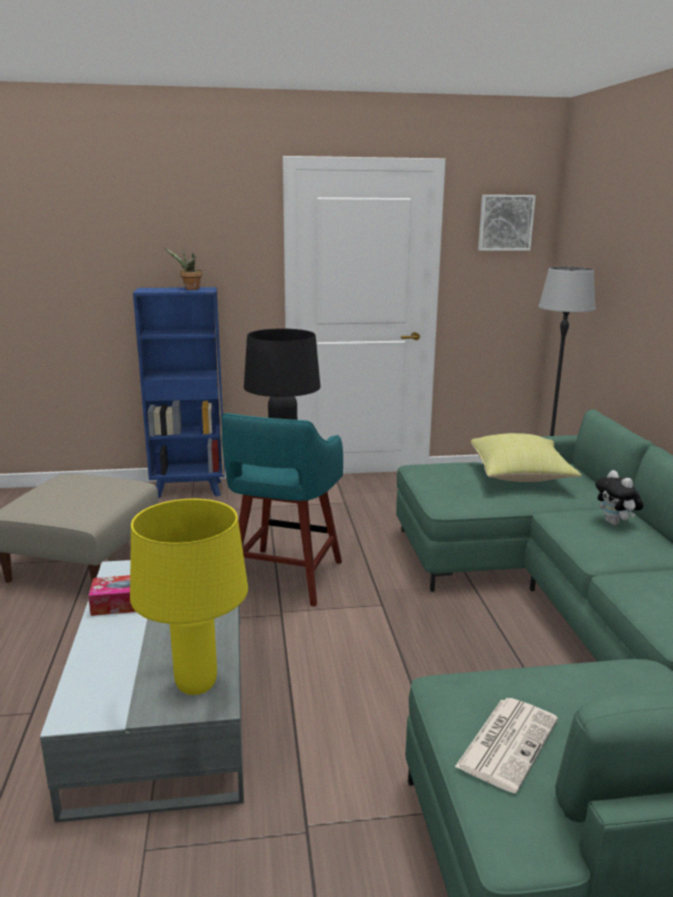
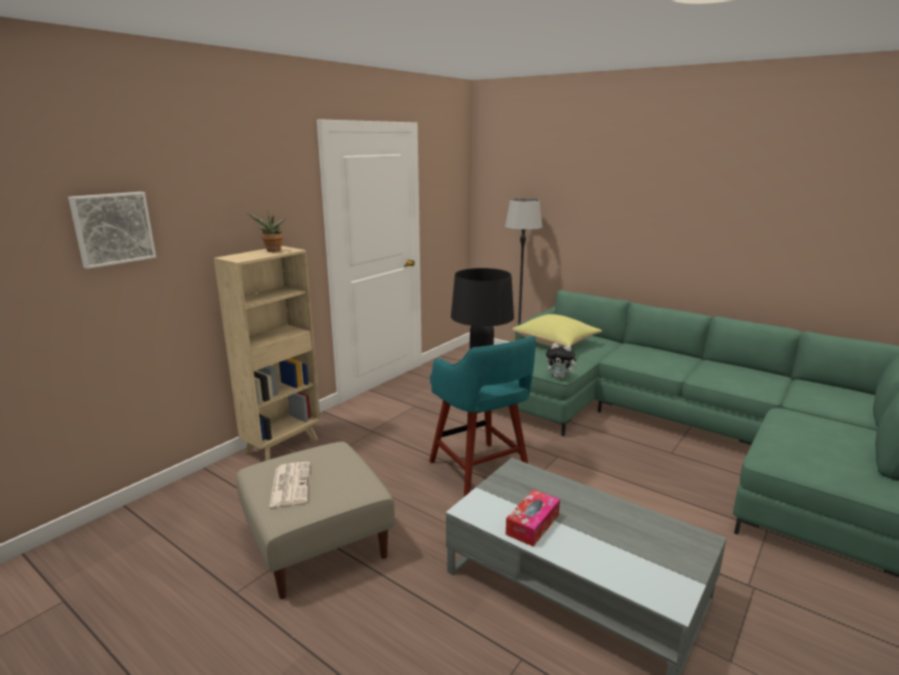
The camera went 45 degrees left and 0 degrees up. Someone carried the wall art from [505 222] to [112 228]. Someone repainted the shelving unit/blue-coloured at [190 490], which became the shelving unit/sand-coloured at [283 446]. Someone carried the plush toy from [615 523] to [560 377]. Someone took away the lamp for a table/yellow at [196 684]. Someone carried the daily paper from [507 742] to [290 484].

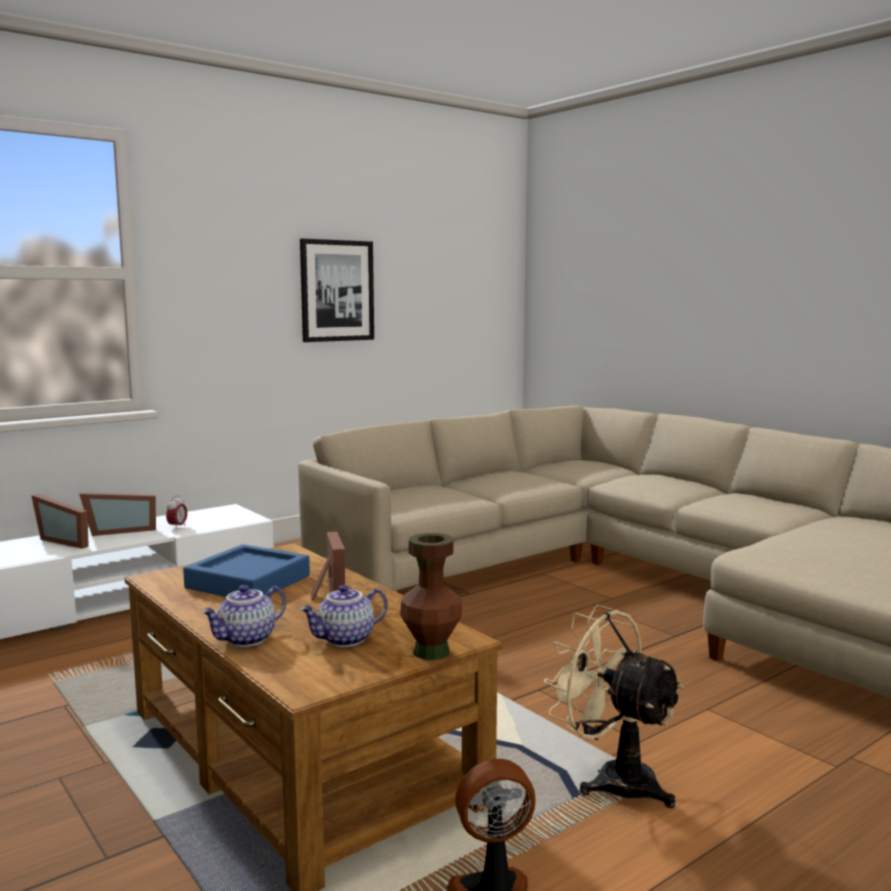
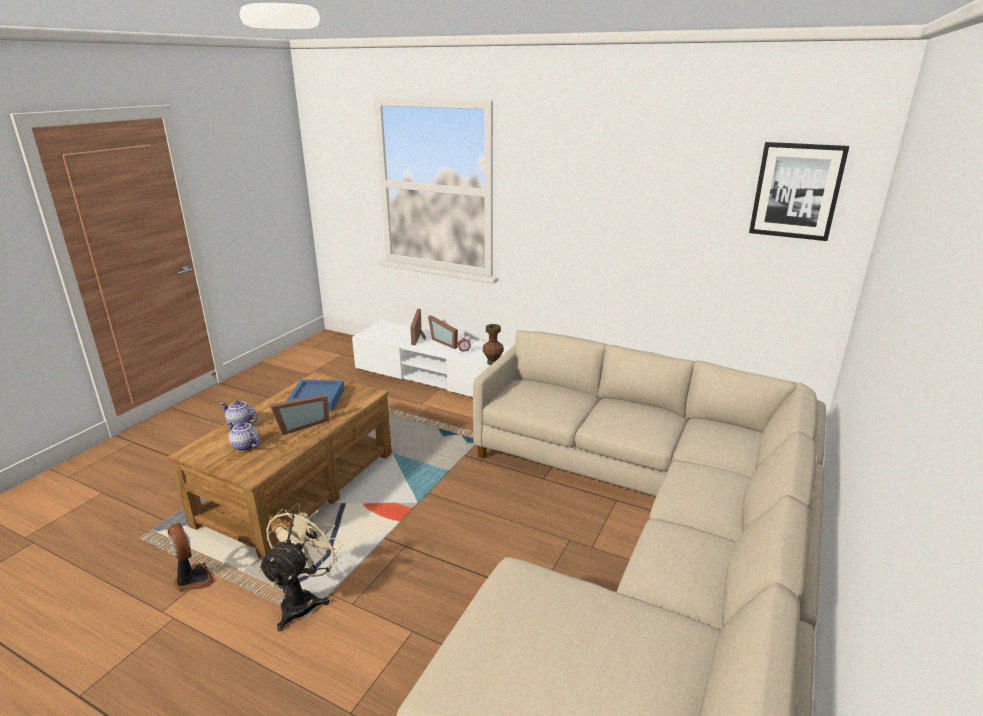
The camera went 65 degrees right and 15 degrees up. Someone carried the wall art from [337 291] to [796 191]. Someone carried the decorative vase/brown-coloured from [431 652] to [493 362].

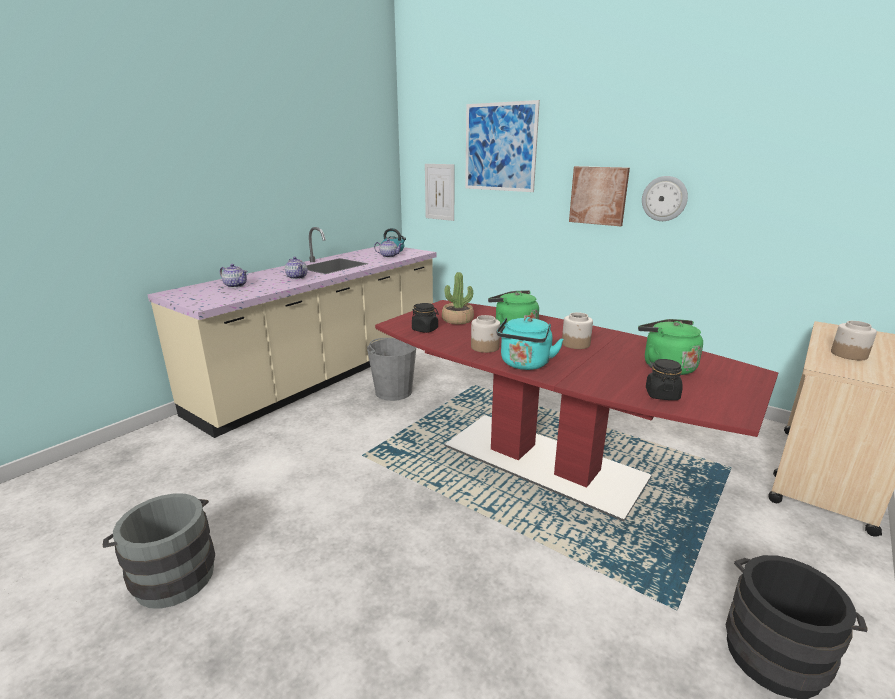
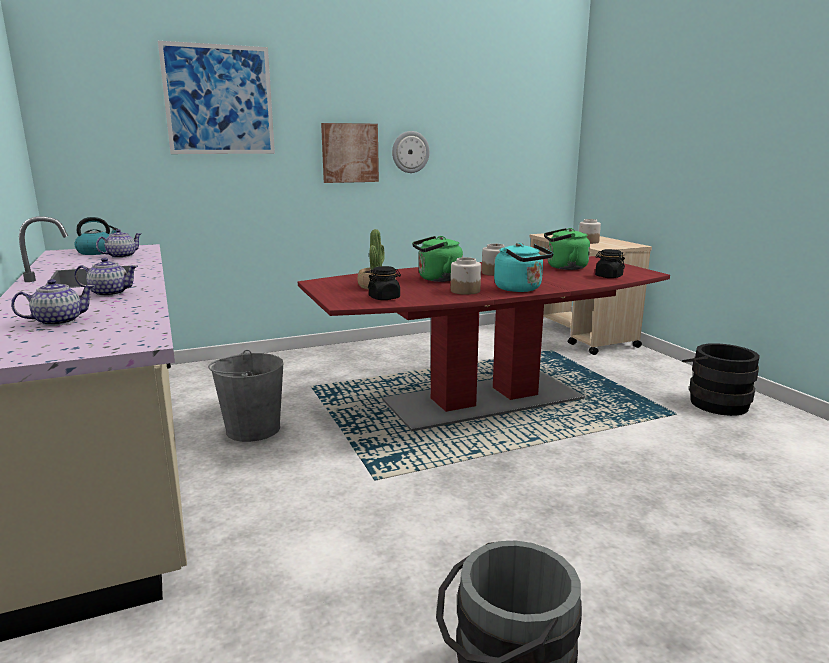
The camera went 60 degrees left and 5 degrees down. Someone took away the wall art at [439 192].

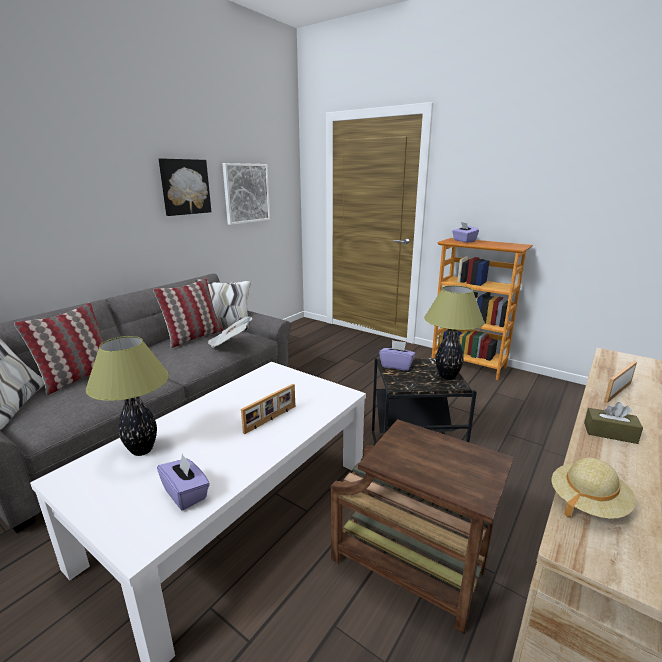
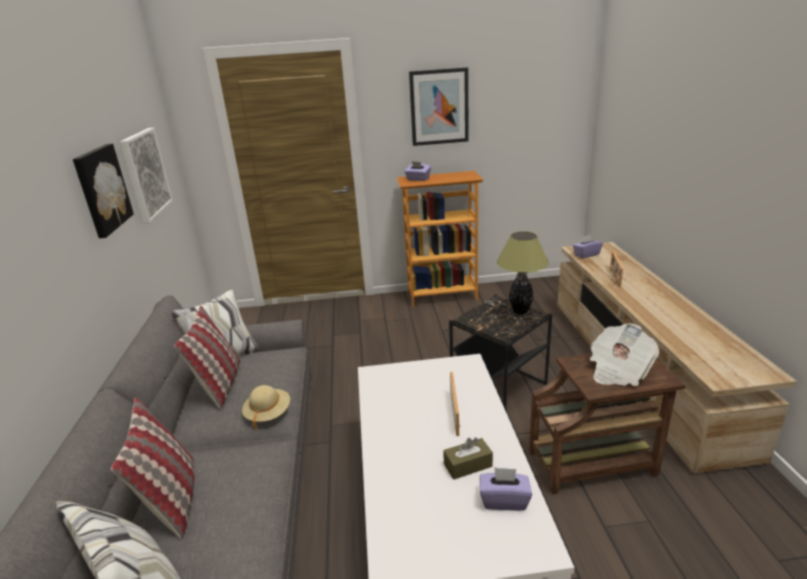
The camera went 40 degrees left and 5 degrees up. Someone carried the daily paper from [230 343] to [618 370]. Someone took away the lamp for a table at [142 450]. Someone carried the box of tissues/purplish from [396 365] to [586 254]. Someone carried the box of tissues/brown-coloured from [609 433] to [468 465]. Someone carried the hat/sand-coloured from [587 503] to [268 414]. Someone put up the wall art at [439 107].

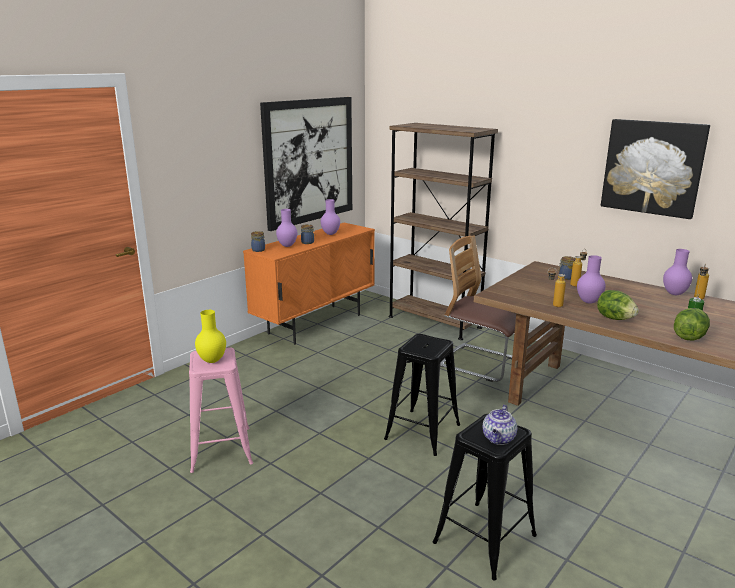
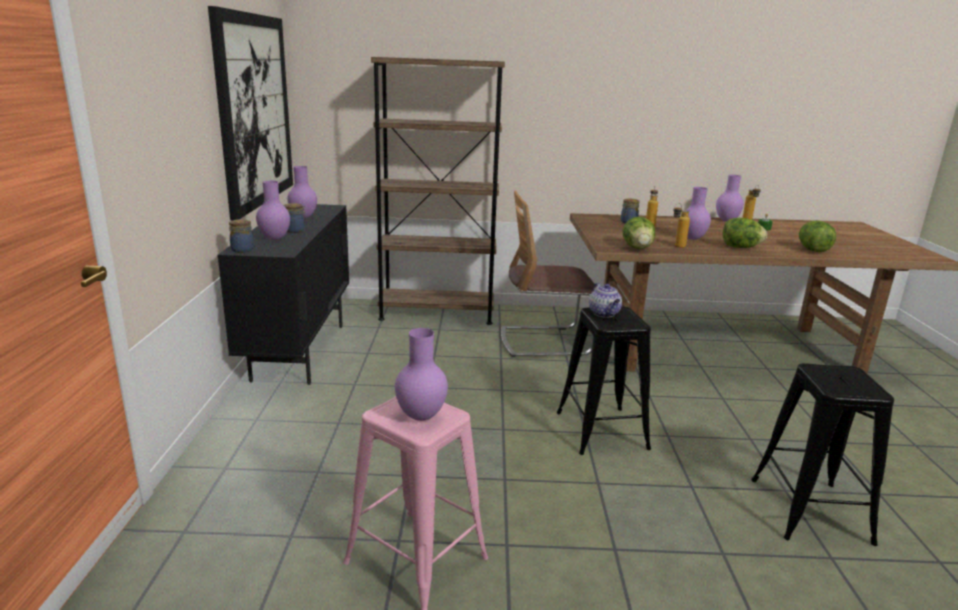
The camera went 40 degrees left and 0 degrees up. Someone took away the wall art at [652 167]. Someone repainted the cupboard/orange at [315 324], which became the cupboard/blackish at [300 351]. Someone repainted the decorative vase/yellow at [213 360], which became the decorative vase/purplish at [421 416]. Someone carried the tea pot from [499 439] to [604 314]. Someone put down the lettuce head at [637 248].

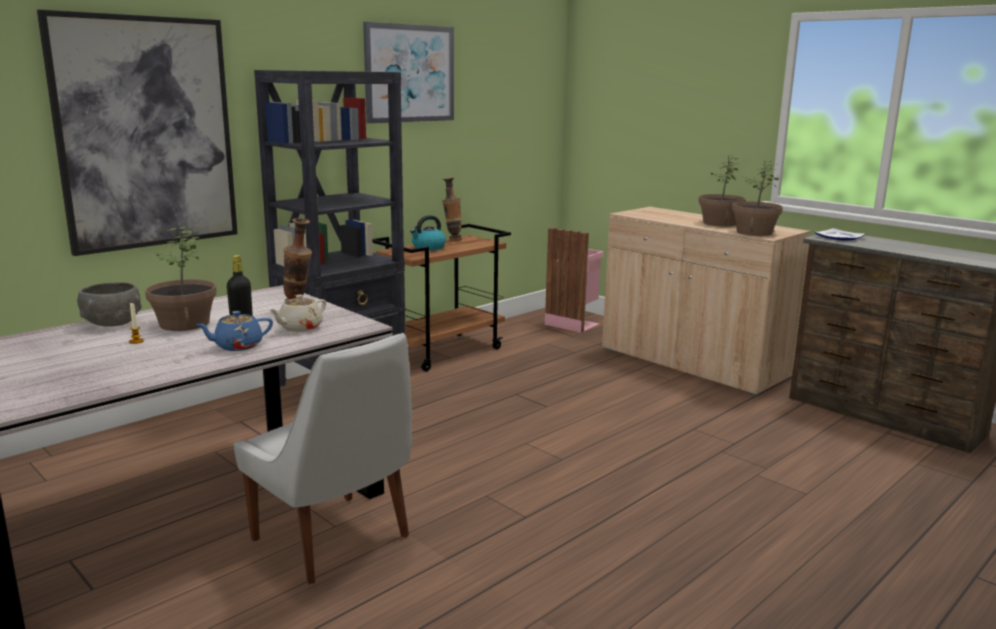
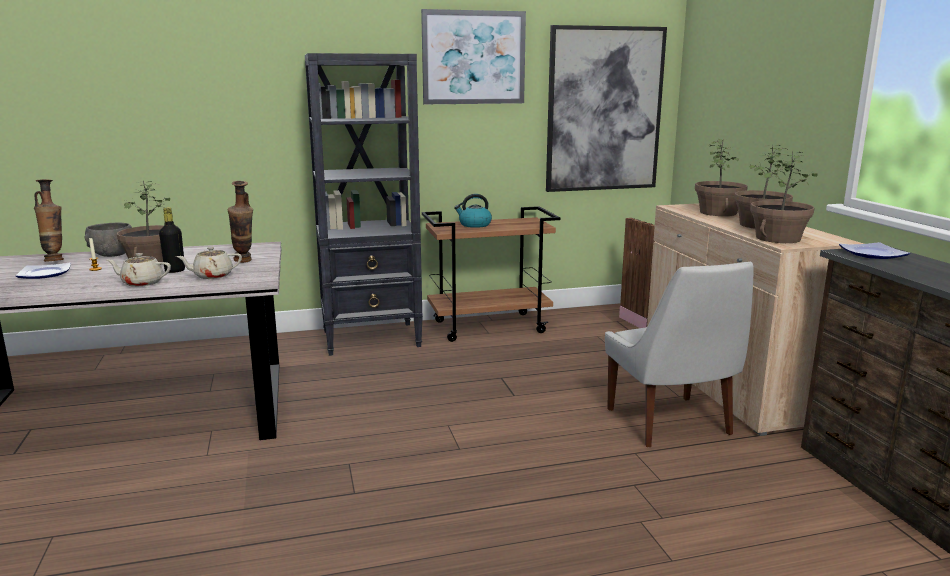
The camera went 30 degrees right and 0 degrees up. Someone carried the wall art from [146 133] to [604 110]. Someone carried the decorative vase from [452 240] to [56 260]. Someone repainted the tea pot/blue-coloured at [237 346], which became the tea pot/sand-coloured at [142 283]. Someone carried the upright chair/white from [334 540] to [670 424]. Someone put down the plant in a pot at [718 213]. Someone put down the dinner plate at [45 274].

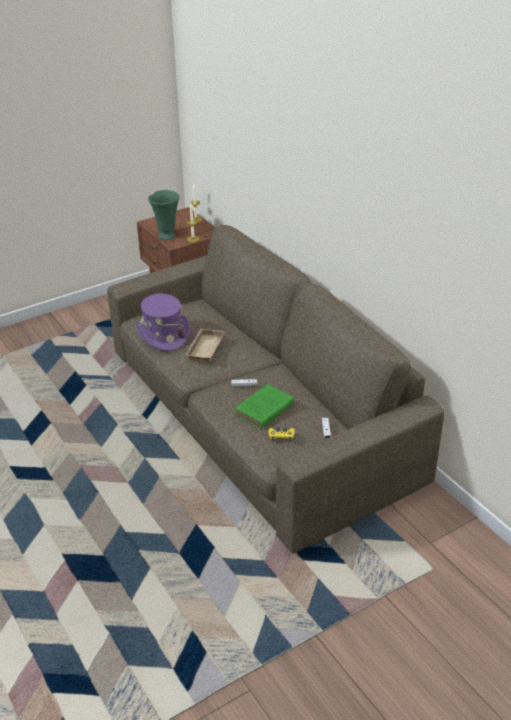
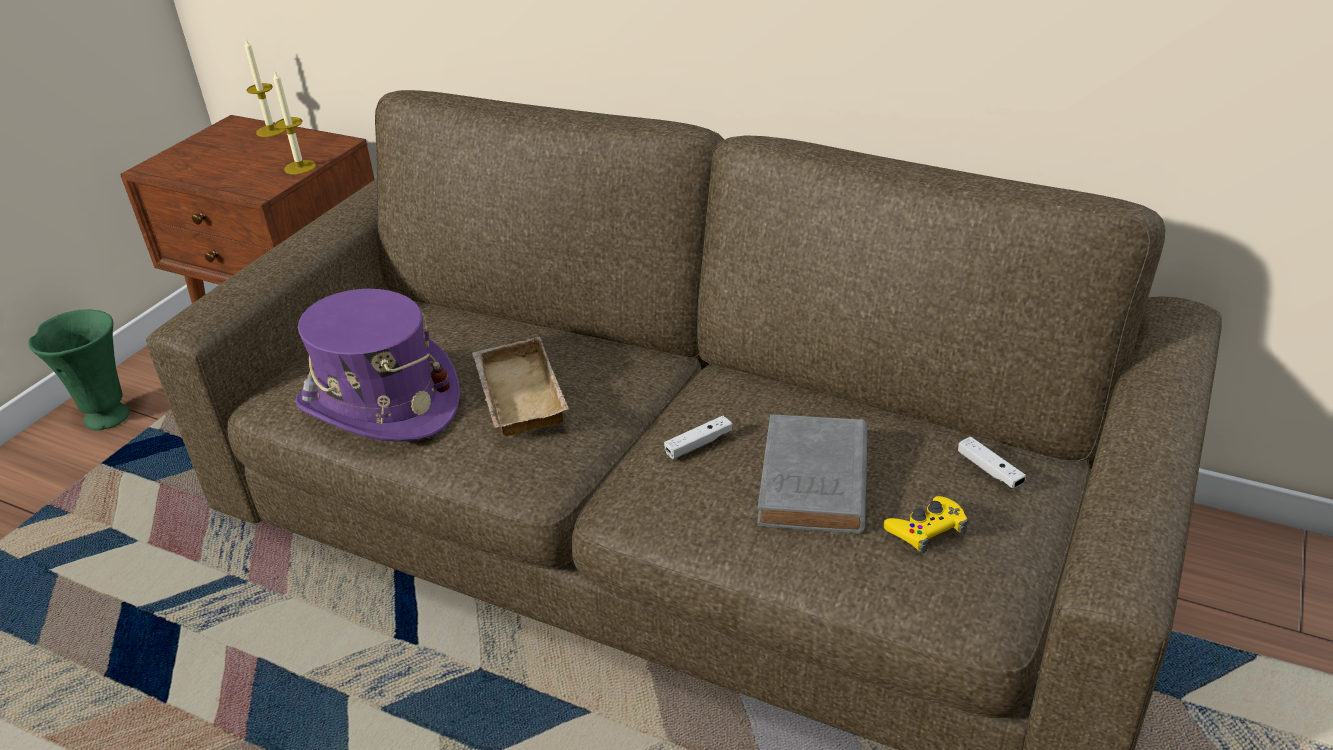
The camera went 30 degrees left and 0 degrees up. Someone carried the decorative vase/green from [167 235] to [108 416]. Someone repainted the book/green at [263 410], which became the book/grey at [813 483].

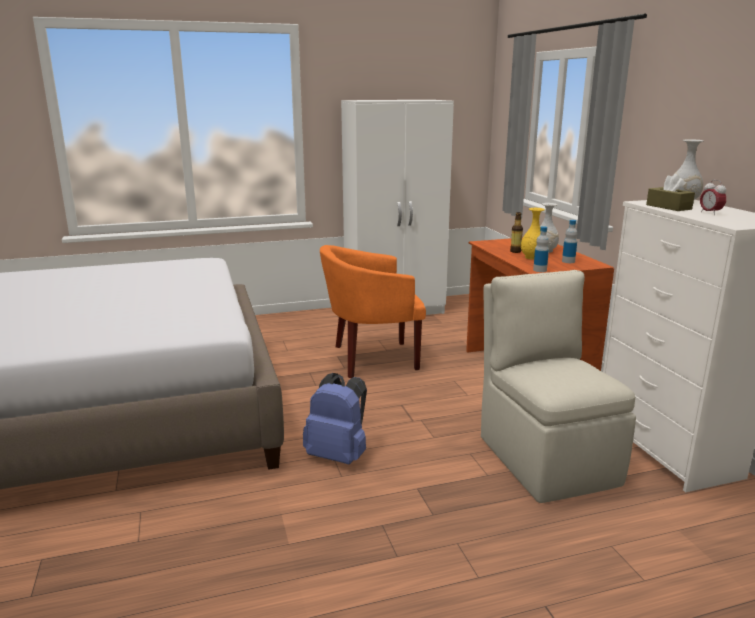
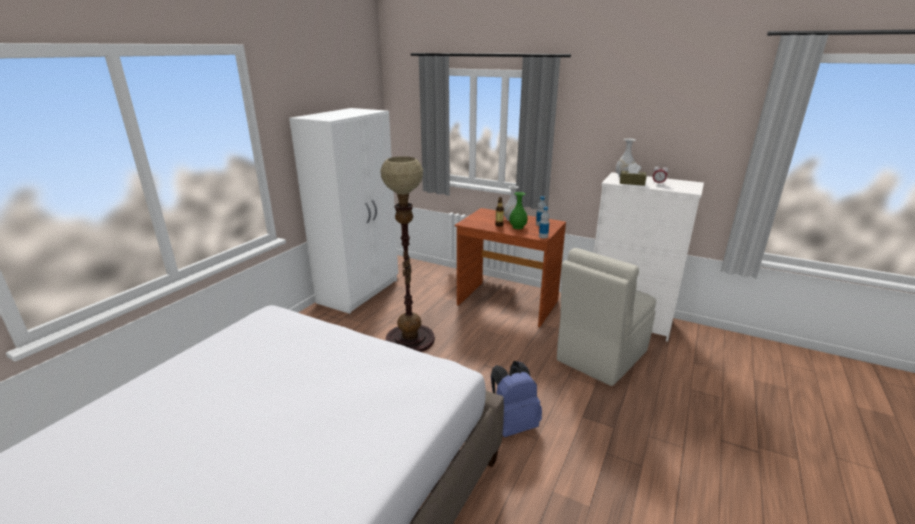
The camera went 45 degrees left and 5 degrees up. Someone repainted the decorative vase/yellow at [532 257], which became the decorative vase/green at [517 227]. Someone swapped the easy chair/orange at [371 359] for the floor lamp at [409 339]. Someone rotated the upright chair/sand-coloured at [546 458] by 75 degrees counterclockwise.

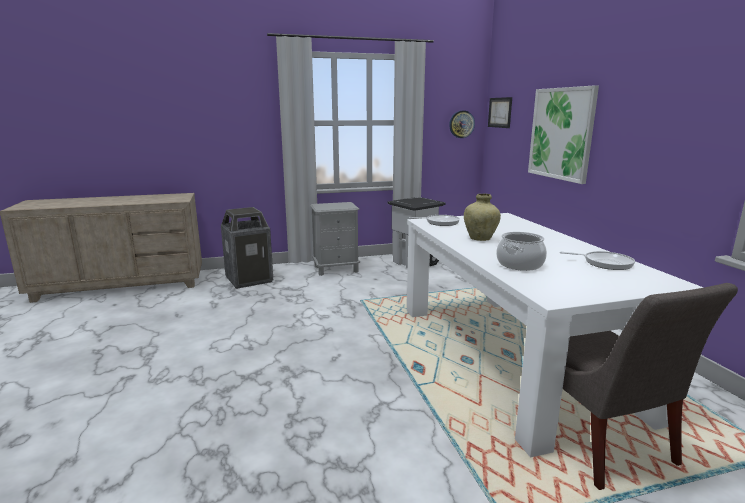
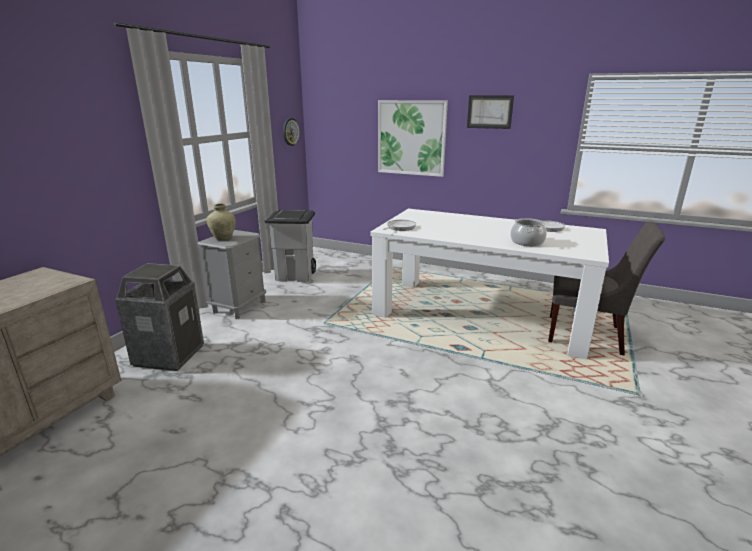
The camera went 50 degrees left and 5 degrees up. Someone carried the wall art from [500 112] to [489 112]. Someone carried the decorative vase/sand-coloured from [480 238] to [223 238].

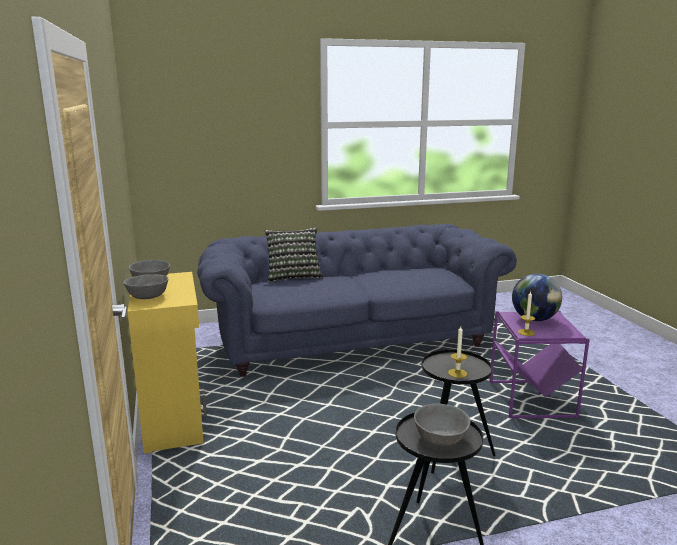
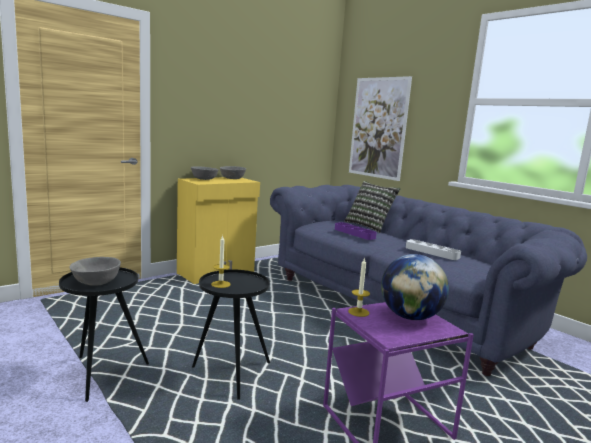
The camera went 65 degrees right and 5 degrees down. Someone put up the wall art at [378 128]. Someone put down the tray/purplish at [354 233]. Someone put down the tray/grey at [432 252].

